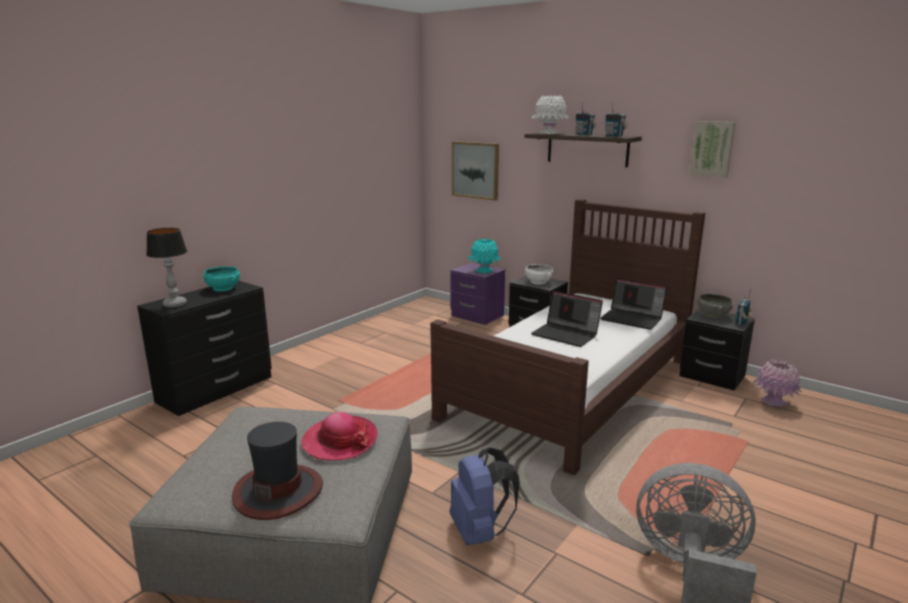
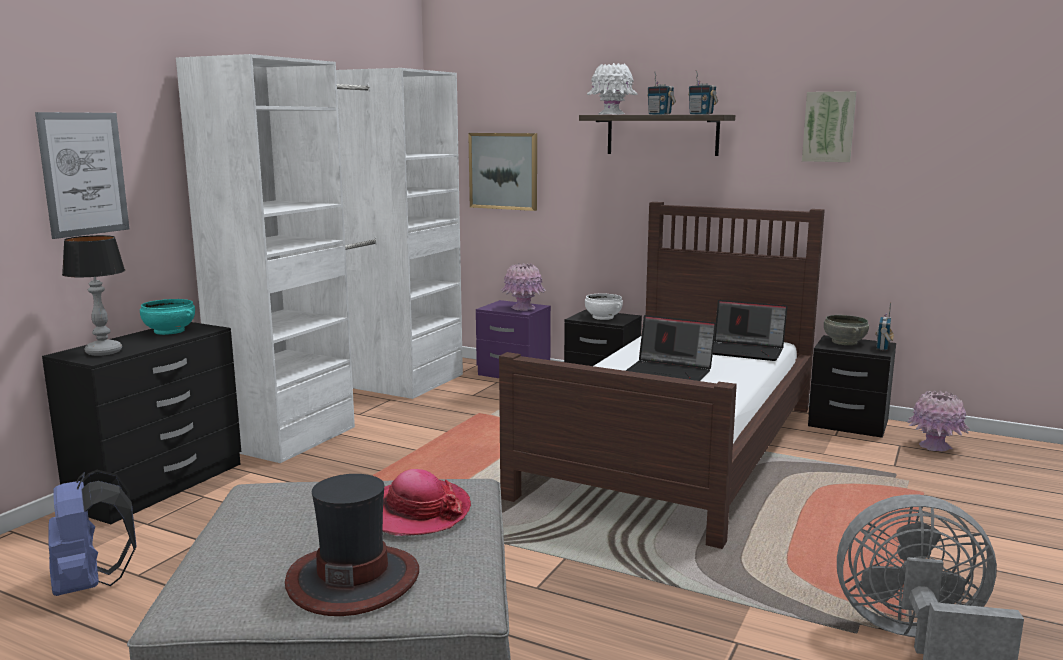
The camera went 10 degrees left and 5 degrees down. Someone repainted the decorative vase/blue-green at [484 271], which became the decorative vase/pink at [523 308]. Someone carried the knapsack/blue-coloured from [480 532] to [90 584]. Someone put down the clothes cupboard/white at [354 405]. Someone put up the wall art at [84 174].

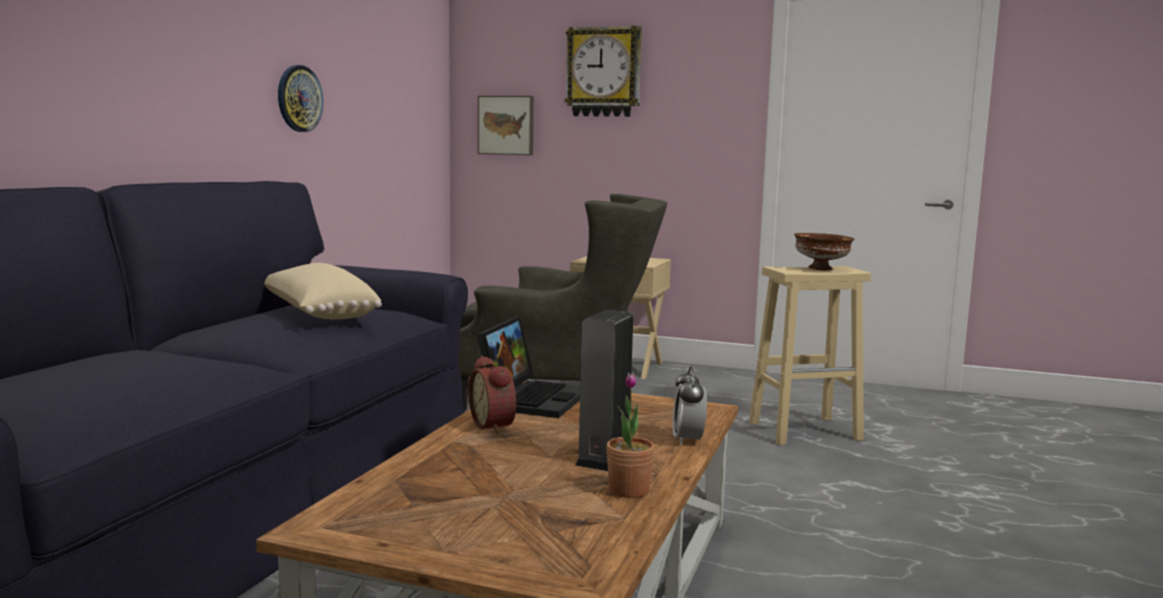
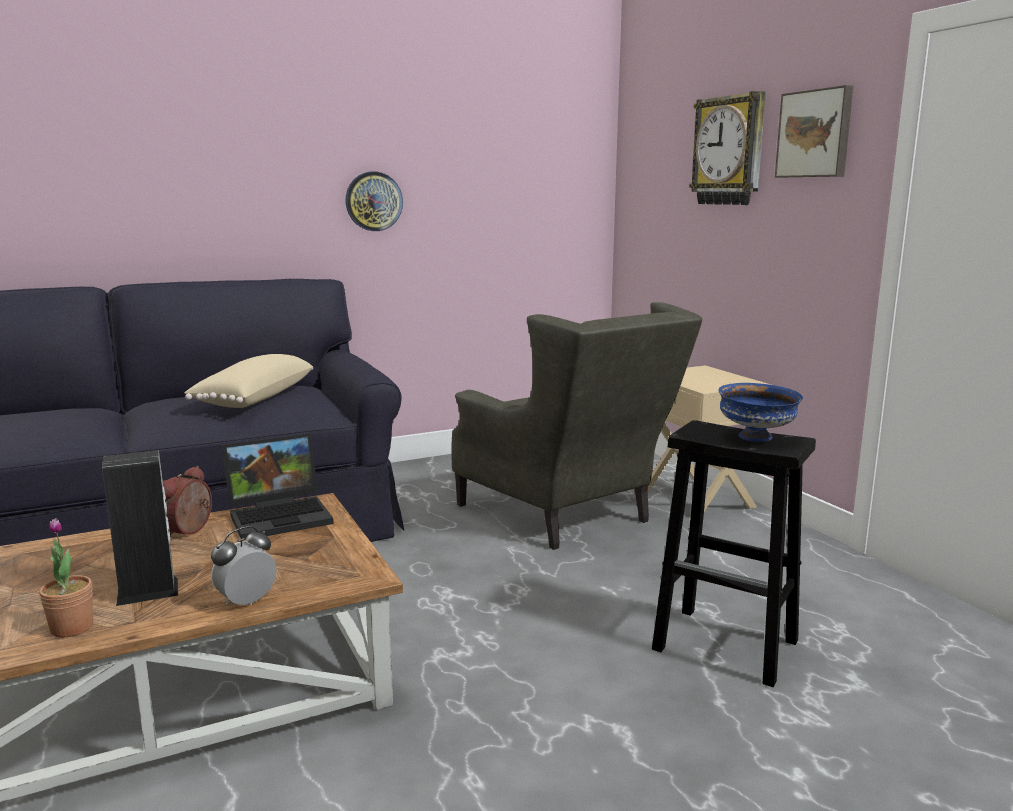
The camera went 45 degrees right and 5 degrees up. Someone carried the wall art from [506 125] to [815 134]. Someone repainted the serving bowl/brown-coloured at [821 268], which became the serving bowl/blue-coloured at [756 437]. Someone repainted the stool seat/sand-coloured at [806 431], which became the stool seat/blackish at [728 645].

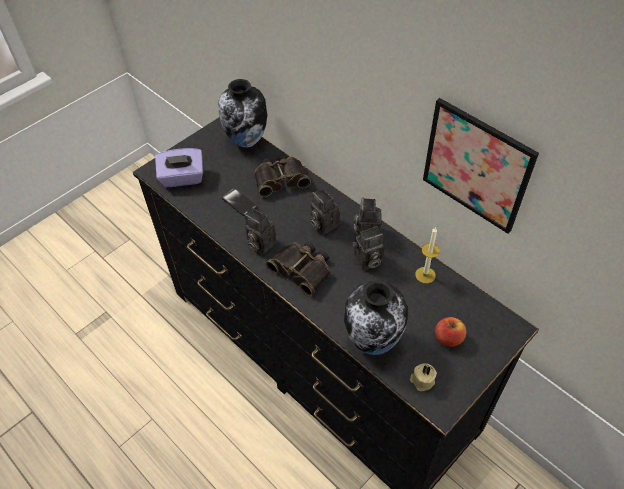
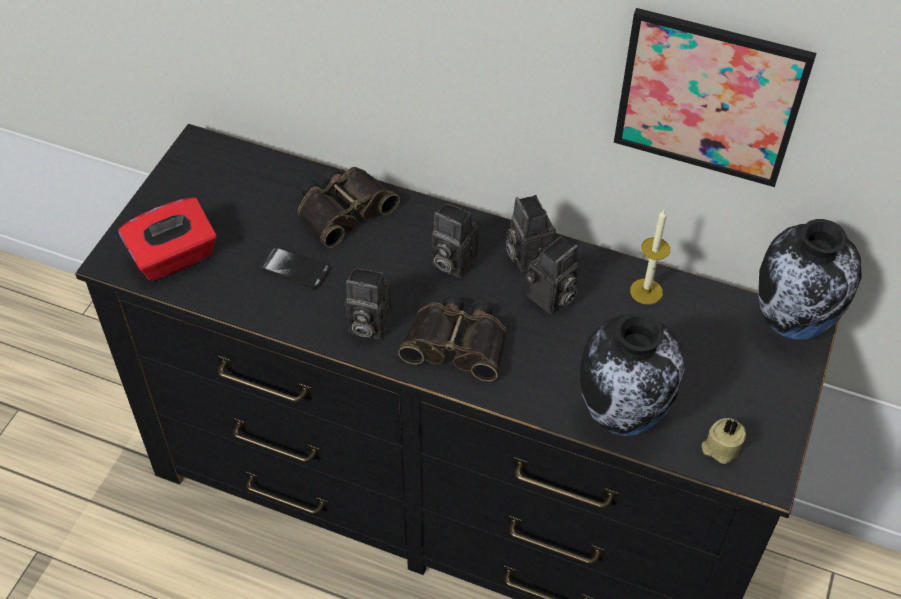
The camera went 25 degrees left and 0 degrees up. Someone carried the decorative vase from [247 141] to [792 325]. Someone repainted the box of tissues/purplish at [182 178], which became the box of tissues/red at [174 257]. Someone took away the apple at [448 338].

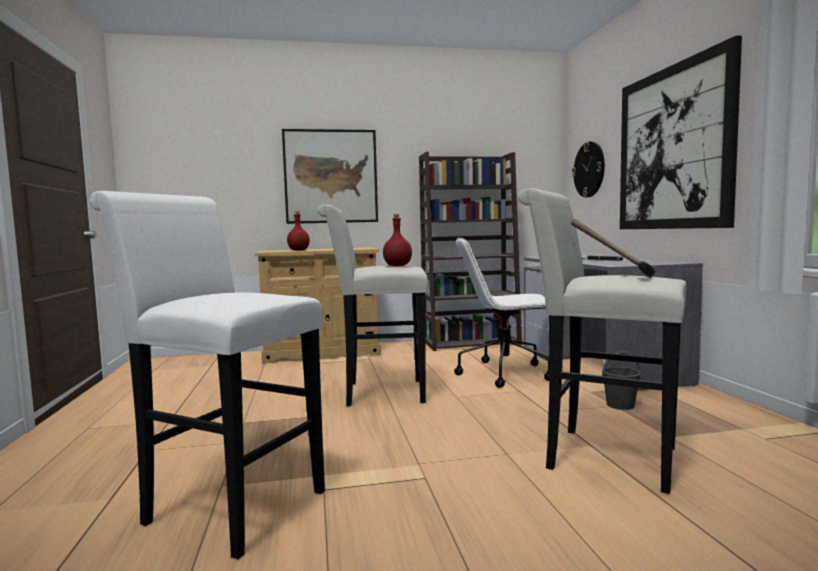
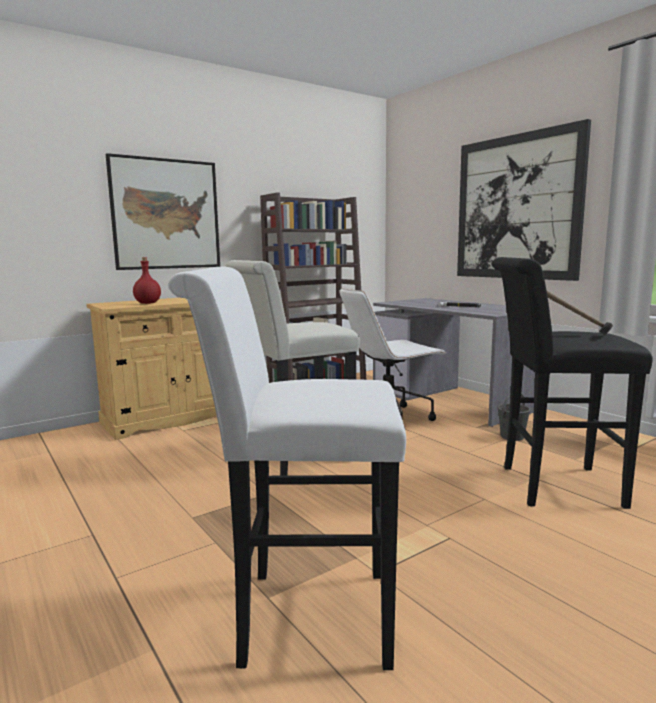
The camera went 25 degrees left and 5 degrees up. Someone took away the hanging clock at [589 169]. Someone repainted the stool seat/white at [600 456], which became the stool seat/blackish at [551 486]. Someone took away the bottle/red at [397 266].

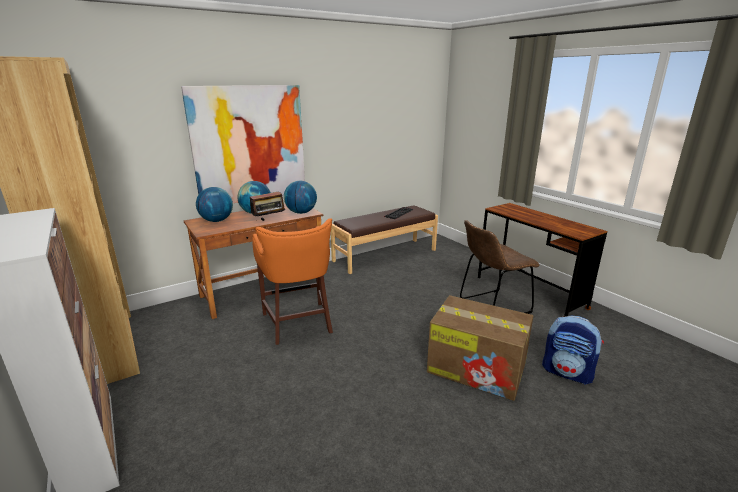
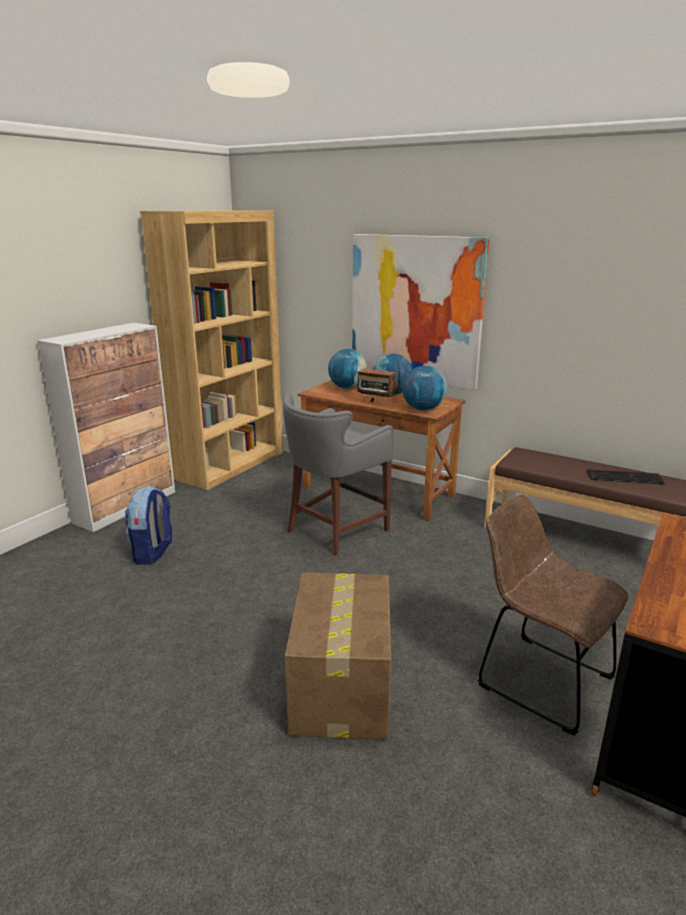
The camera went 65 degrees right and 0 degrees up. Someone repainted the stool seat/orange at [298 324], which became the stool seat/grey at [334 530]. Someone carried the knapsack from [567 372] to [153 553].

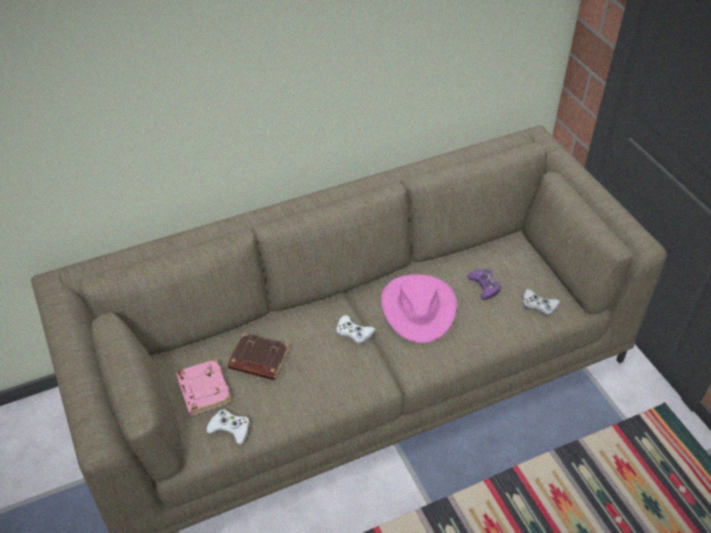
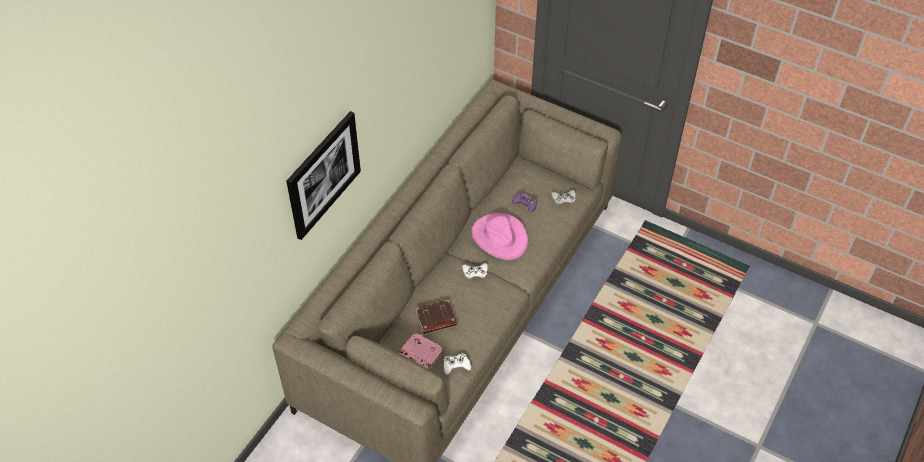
The camera went 35 degrees left and 5 degrees up. Someone put up the wall art at [323 174].

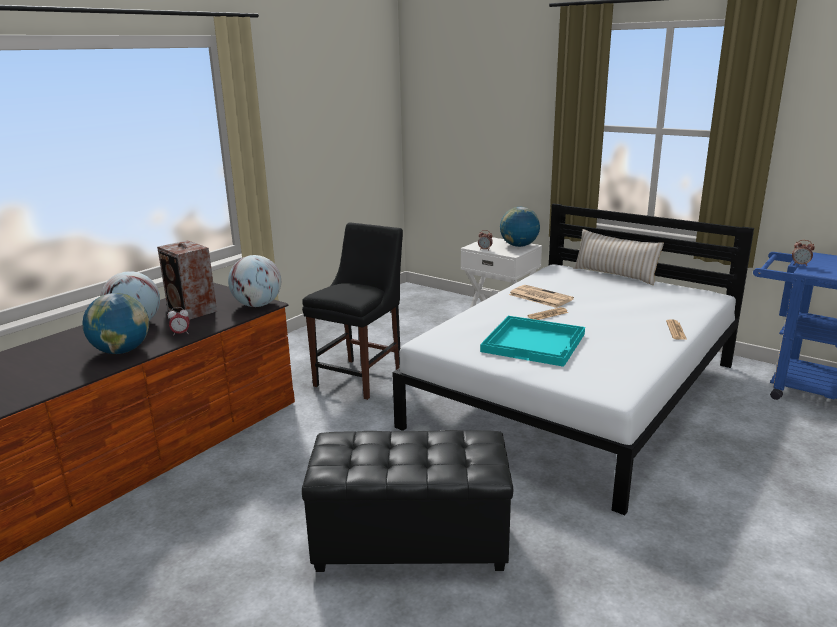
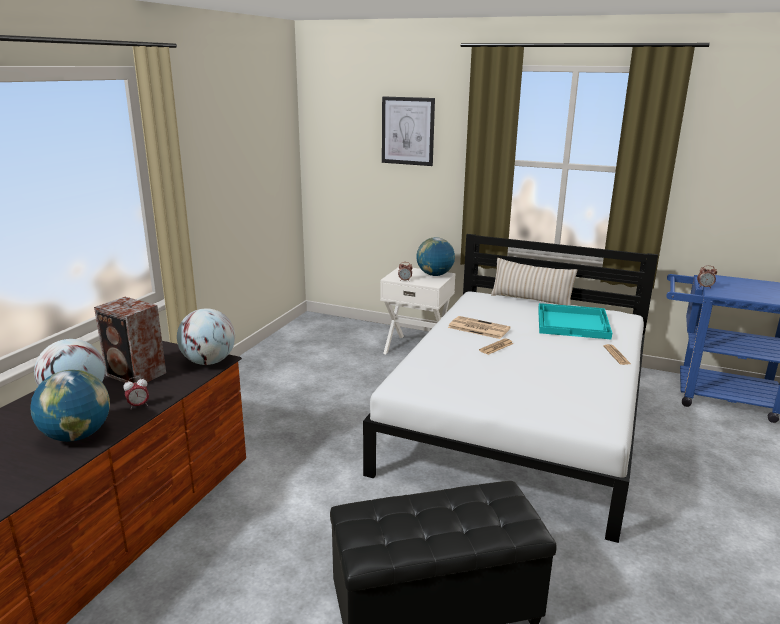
The camera went 15 degrees left and 0 degrees up. Someone took away the upright chair/blackish at [361 377]. Someone carried the tray/blue-green from [534 342] to [573 323]. Someone put up the wall art at [408 131].

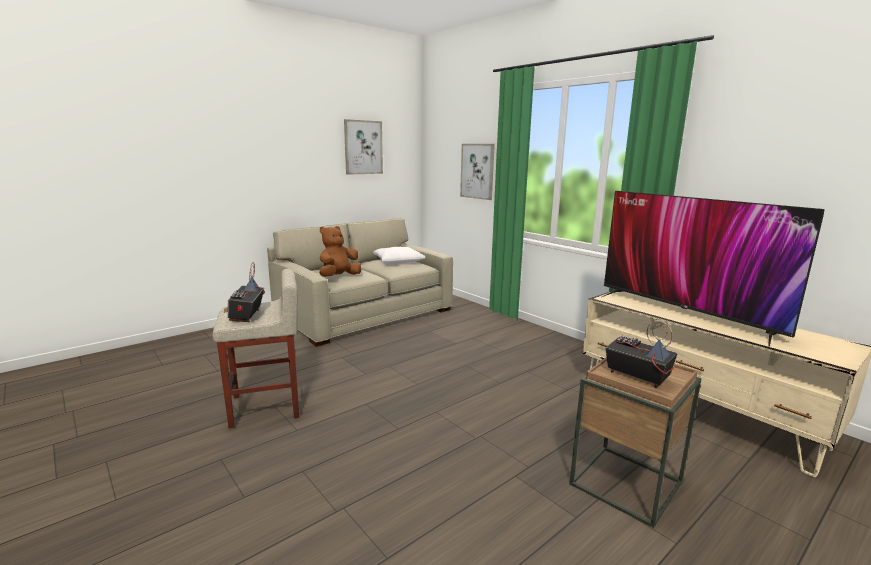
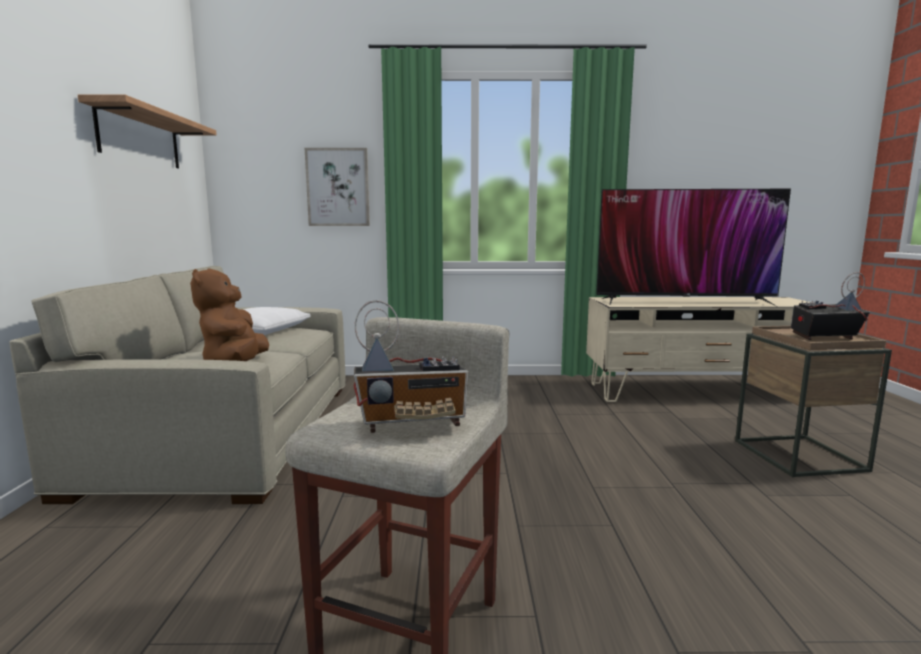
The camera went 50 degrees left and 5 degrees down. Someone swapped the wall art at [363 147] for the bracket shelf at [140 138]. Someone rotated the radio receiver at [246 316] by 45 degrees counterclockwise.

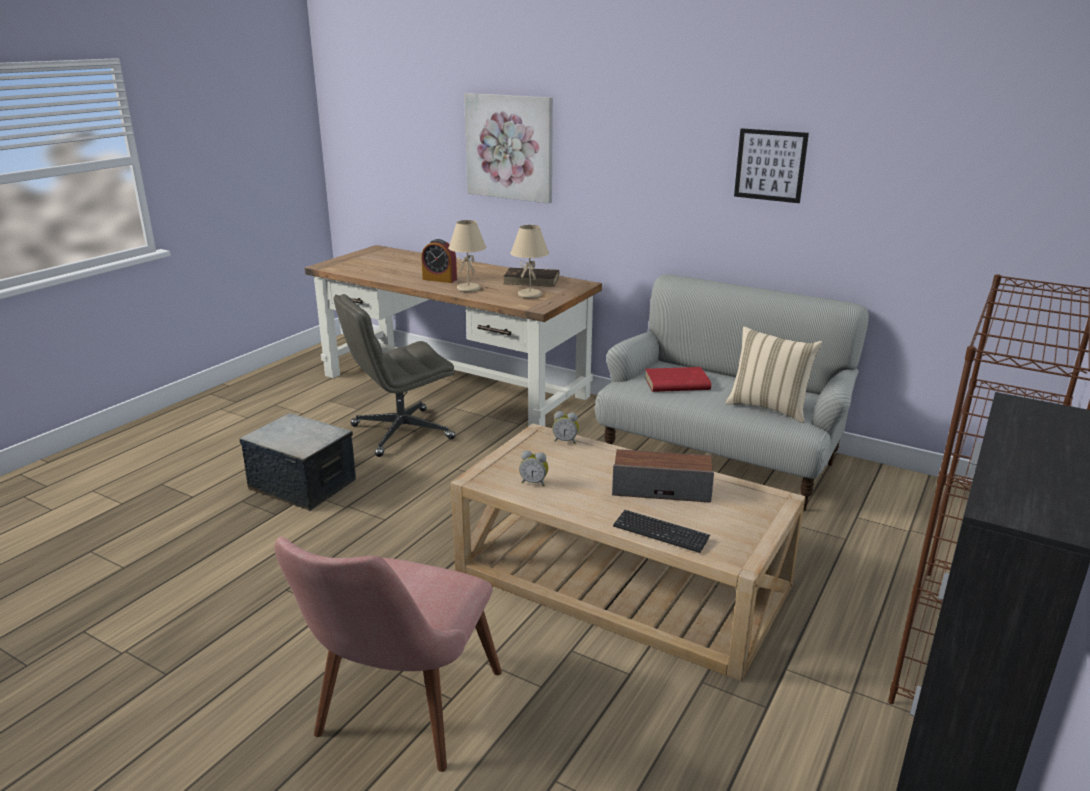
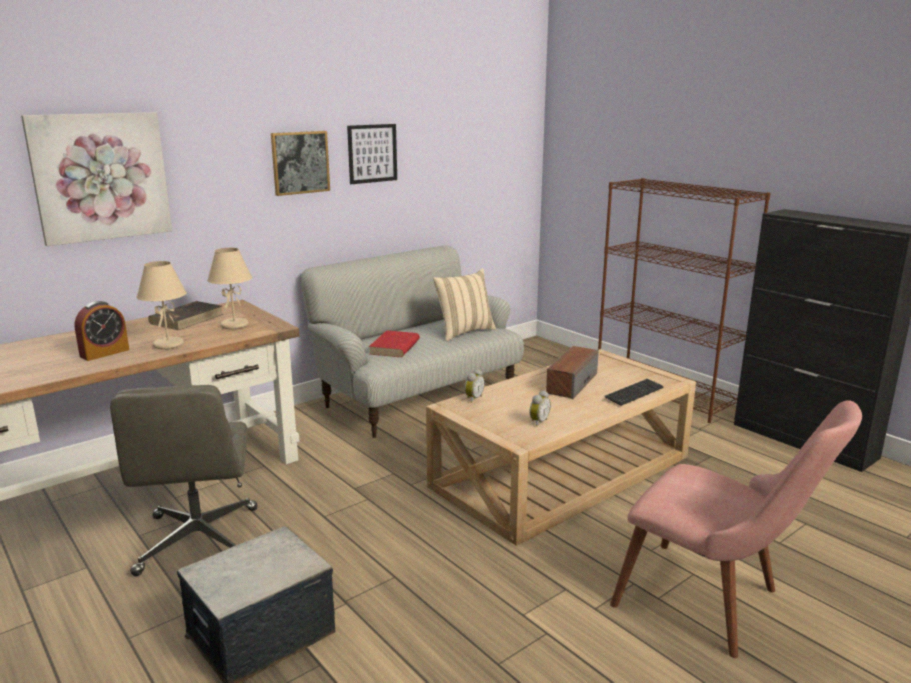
The camera went 70 degrees left and 5 degrees down. Someone put up the wall art at [300 162].

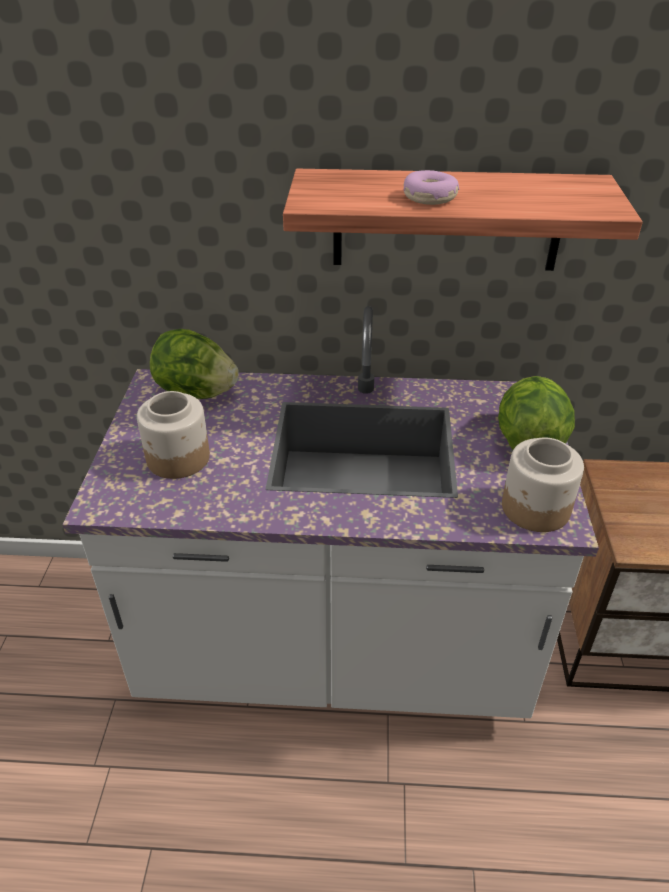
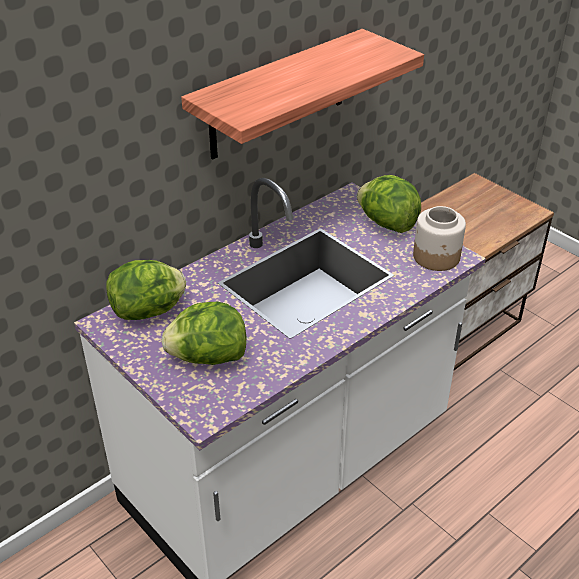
The camera went 45 degrees left and 0 degrees up. Someone took away the donut at [430 197]. Someone swapped the preserve jar at [178 459] for the lettuce head at [208 357].

